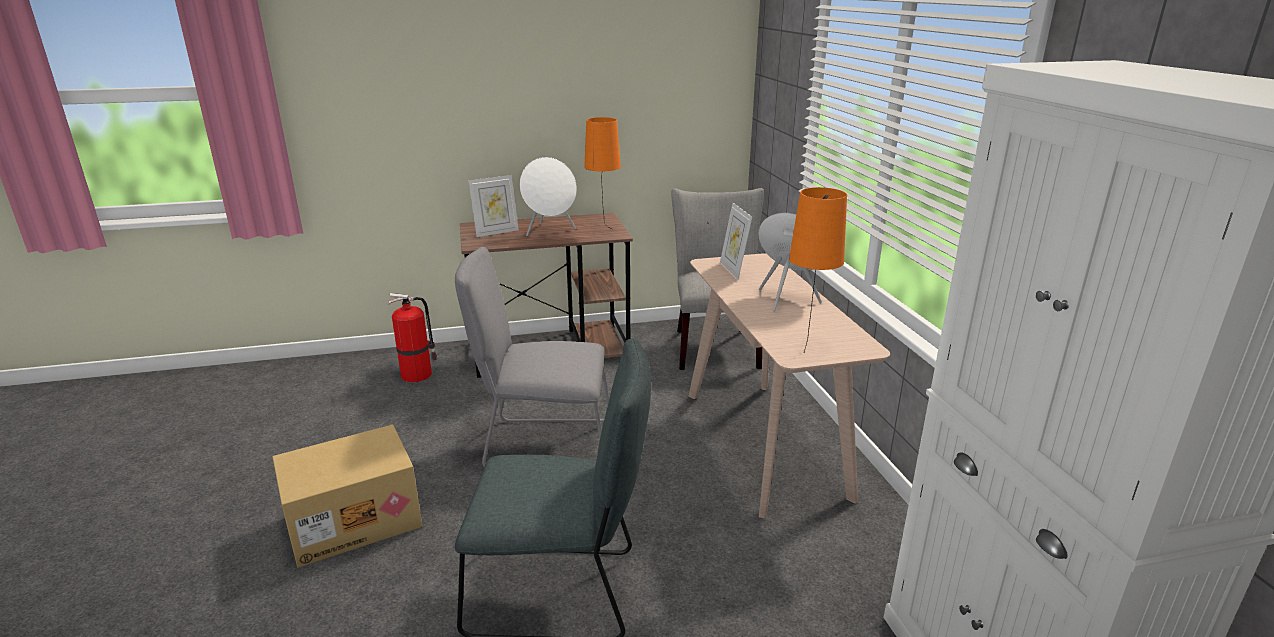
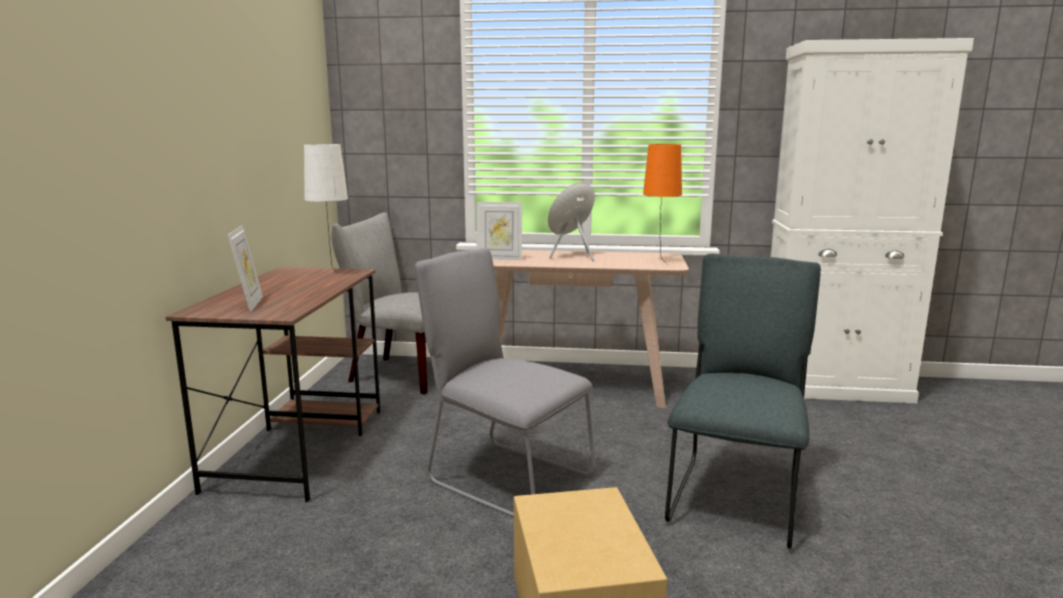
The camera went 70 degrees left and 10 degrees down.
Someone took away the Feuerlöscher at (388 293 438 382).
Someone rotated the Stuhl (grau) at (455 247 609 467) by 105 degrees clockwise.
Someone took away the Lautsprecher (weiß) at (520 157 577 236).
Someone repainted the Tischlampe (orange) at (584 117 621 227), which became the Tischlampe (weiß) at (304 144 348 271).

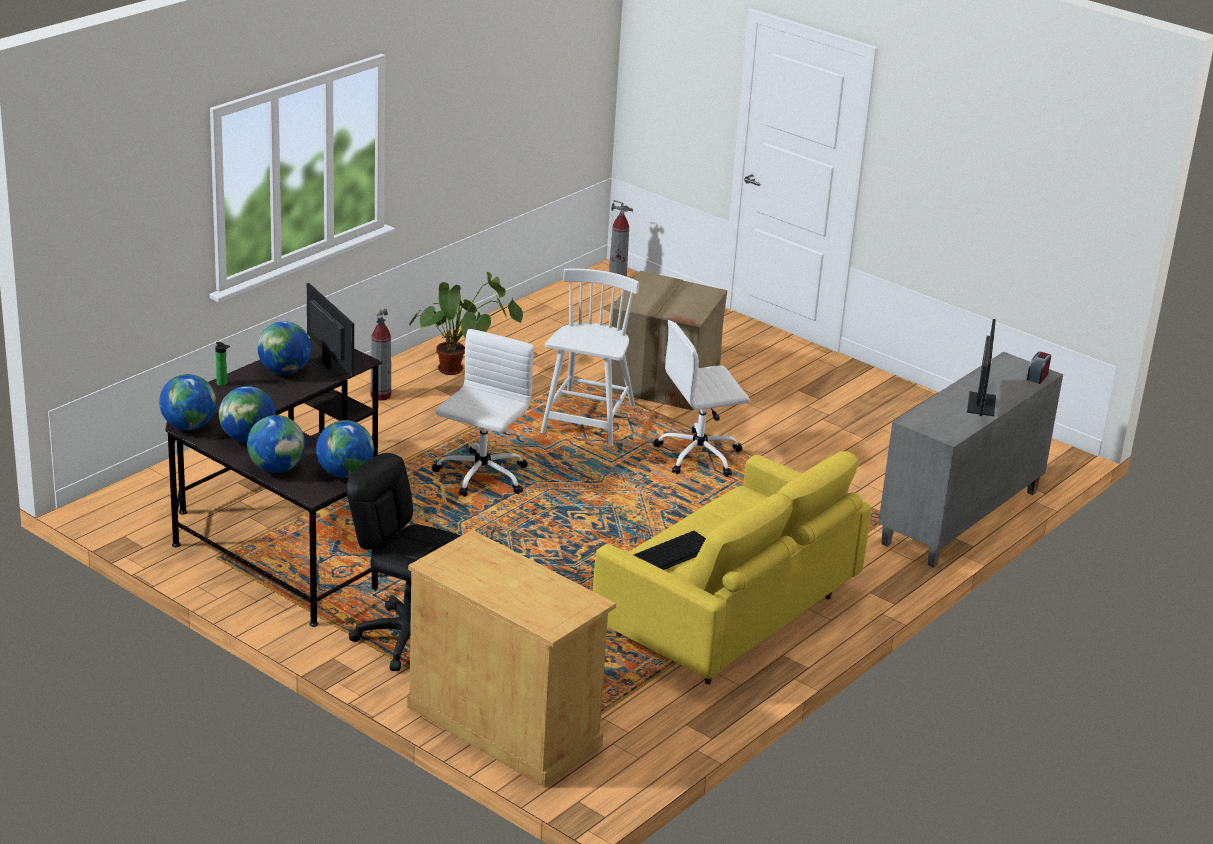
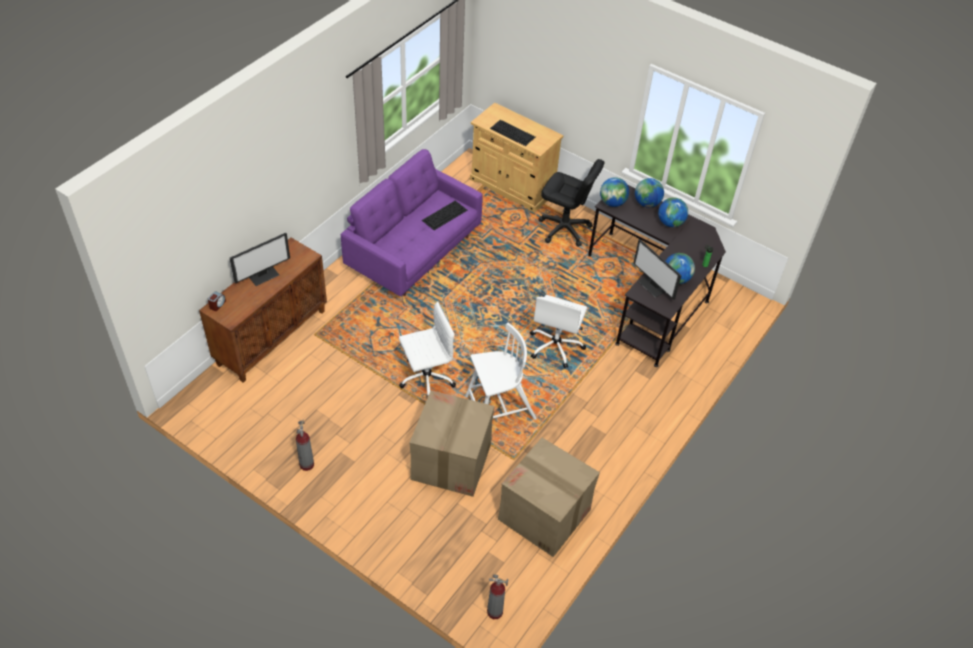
The camera went 175 degrees right and 20 degrees up.
Someone took away the Globus at (159 374 216 430).
Someone carried the Feuerlöscher from (370 309 391 401) to (296 419 314 471).
Someone took away the Topfpflanze at (409 272 523 375).
Someone rotated the Stuhl (weiß) at (541 268 639 446) by 120 degrees counterclockwise.
Someone repainted the Sofa (gelb) at (593 451 871 684), which became the Sofa (lila) at (341 149 483 296).
Someone repainted the Schrank (grau) at (878 352 1063 568), which became the Schrank (braun) at (199 238 327 383).
Someone rotated the Monitor at (967 319 996 416) by 135 degrees counterclockwise.
Someone put down the Tastatur at (490 120 535 146).
Someone put down the Karton at (498 438 600 557).

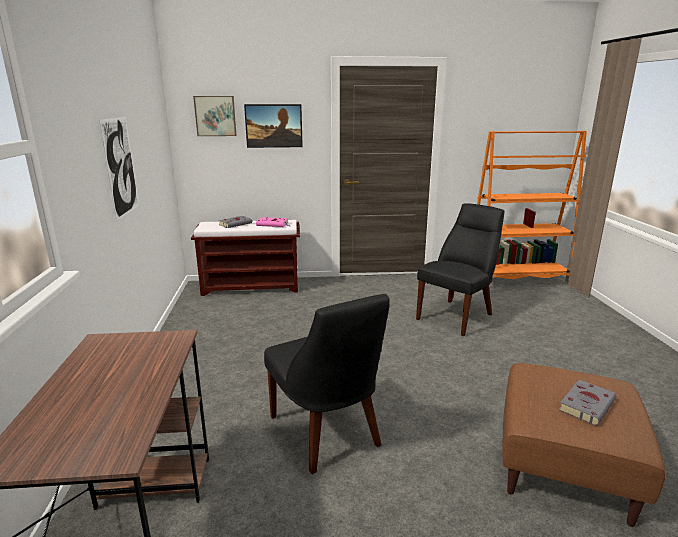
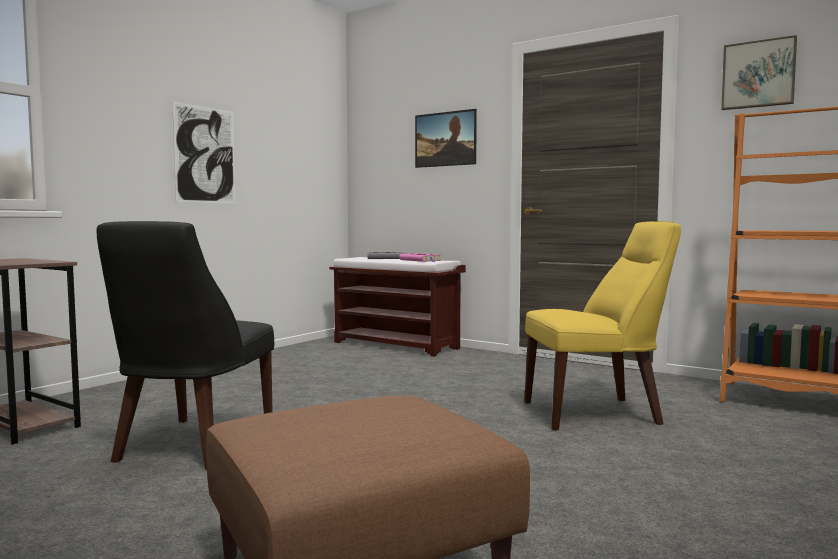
The camera went 40 degrees right and 15 degrees down.
Someone carried the Bild from (193 96 236 136) to (721 35 797 110).
Someone repainted the Stuhl (schwarz) at (416 203 504 336), which became the Stuhl (gelb) at (524 221 681 430).
Someone took away the Buch (grau) at (559 379 616 426).

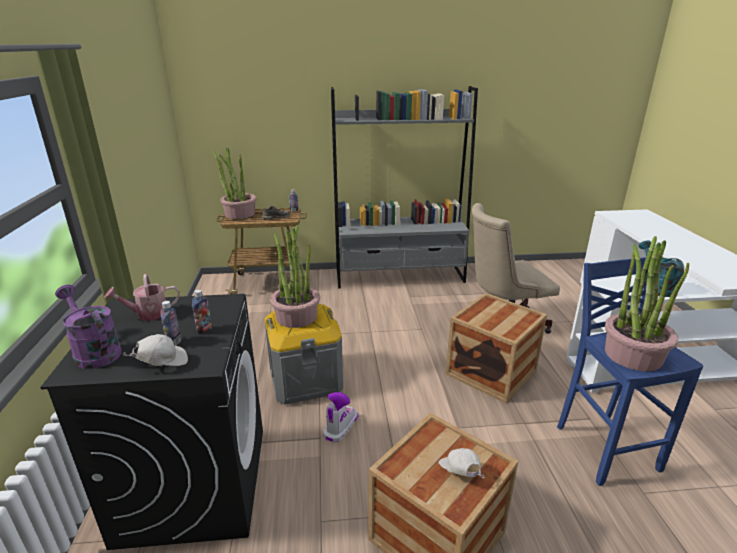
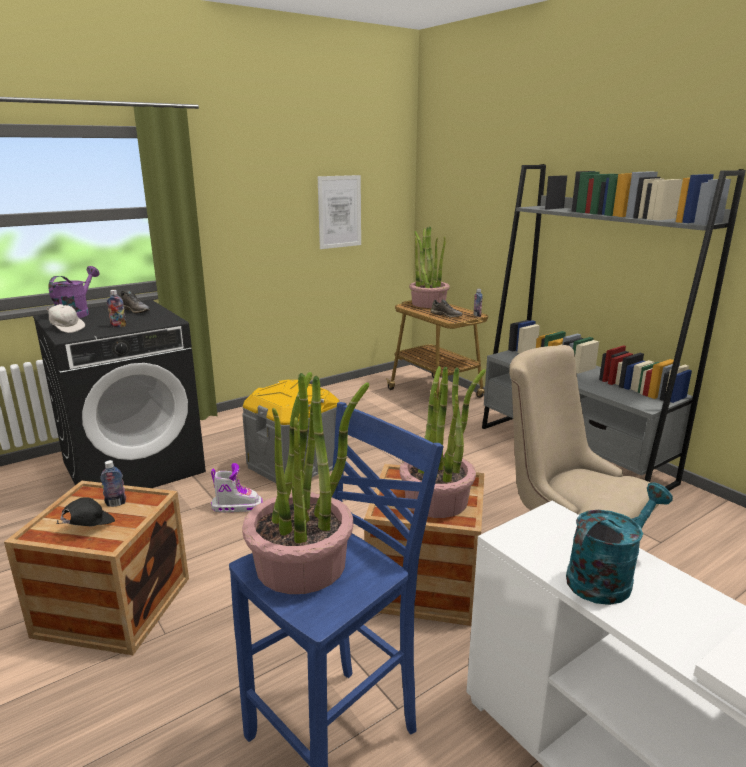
The camera went 60 degrees right and 5 degrees down.
Someone swapped the Gießkanne at (104 274 180 321) for the Schuh (grau) at (119 290 150 313).
Someone carried the Flasche from (160 301 181 346) to (100 460 126 507).
Someone carried the Topfpflanze from (270 225 320 328) to (400 366 486 518).
Someone repainted the Kappe (weiß) at (438 448 485 478), which became the Kappe (schwarz) at (56 497 115 526).
Someone put up the Bild at (318 175 361 249).

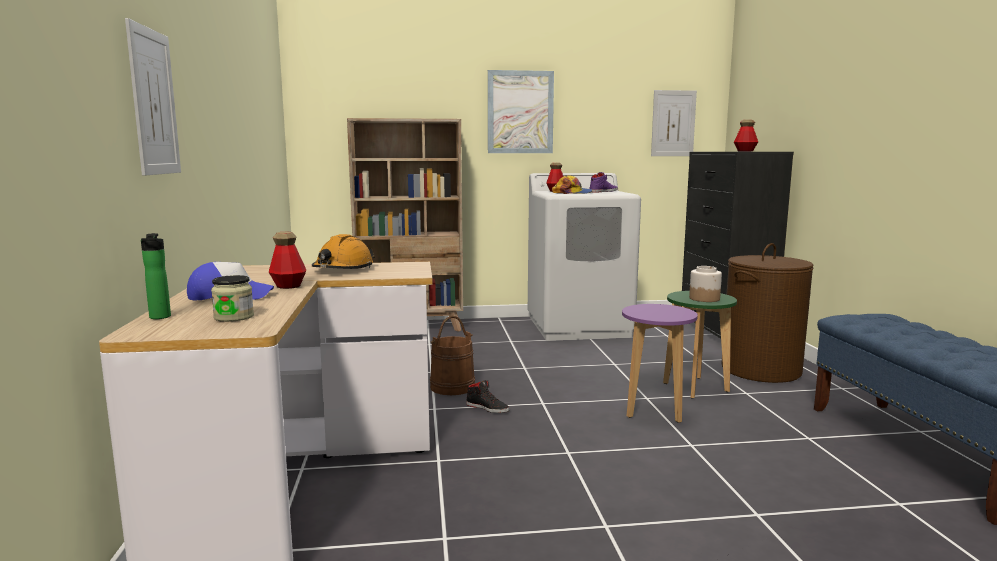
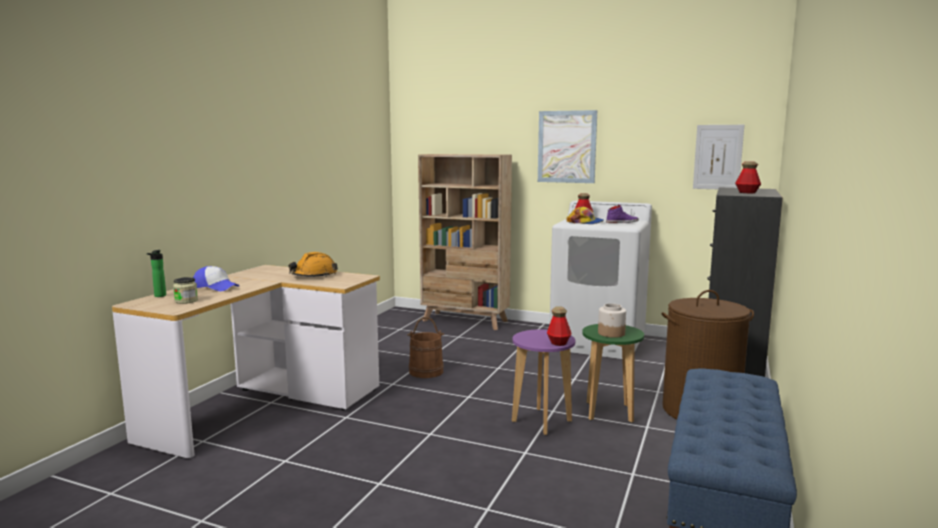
The camera went 30 degrees right and 0 degrees up.
Someone took away the Bild at (125 18 181 176).
Someone carried the Flasche from (269 232 306 289) to (547 306 571 346).
Someone took away the Schuh (schwarz) at (466 380 509 413).

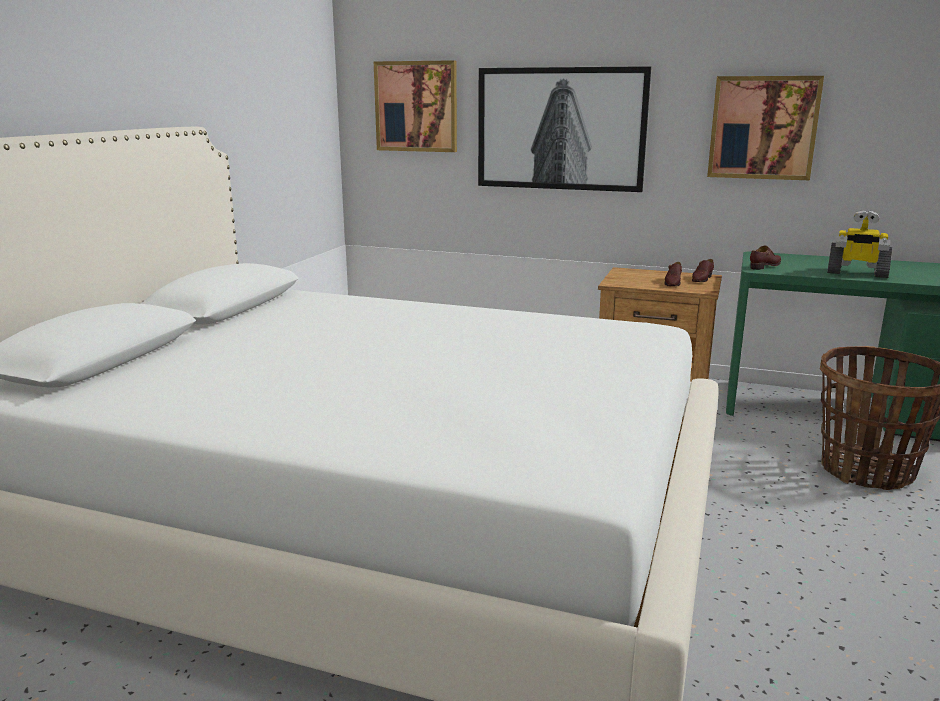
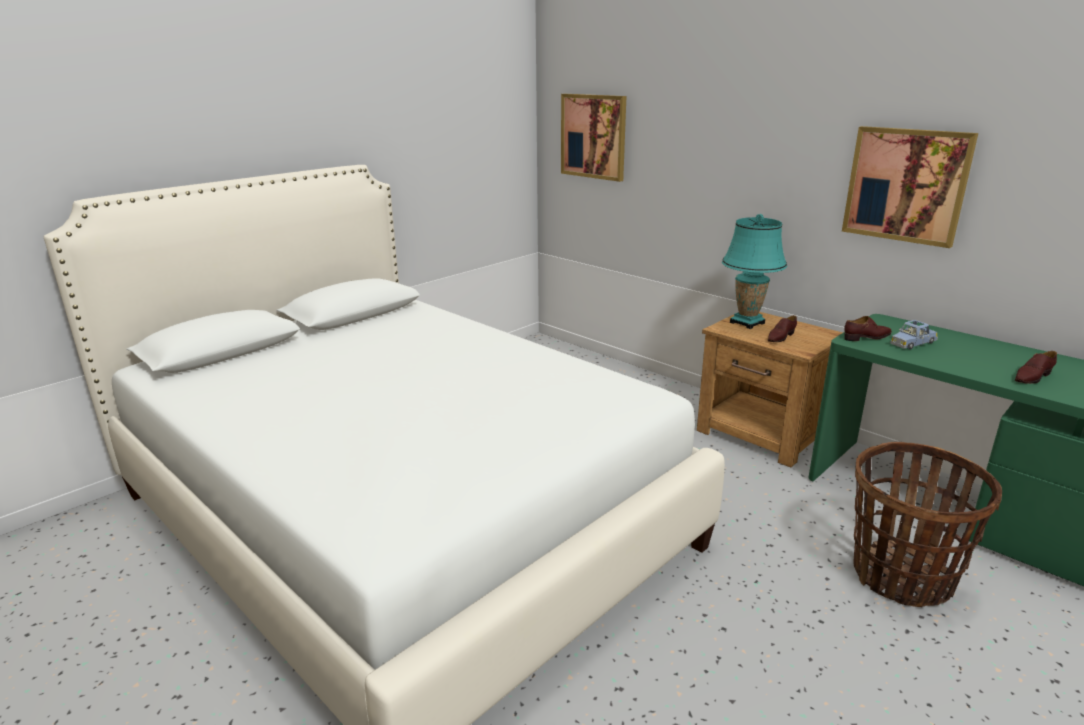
The camera went 25 degrees right and 5 degrees up.
Someone took away the Bild at (478 66 651 192).
Someone carried the Schuh (braun) from (692 259 714 282) to (1015 351 1057 384).
Someone took away the Spielzeugroboter at (827 210 892 278).
Someone put down the Tischlampe (türkis) at (722 214 787 329).
Someone put down the Spielzeugauto (blau) at (890 320 938 349).

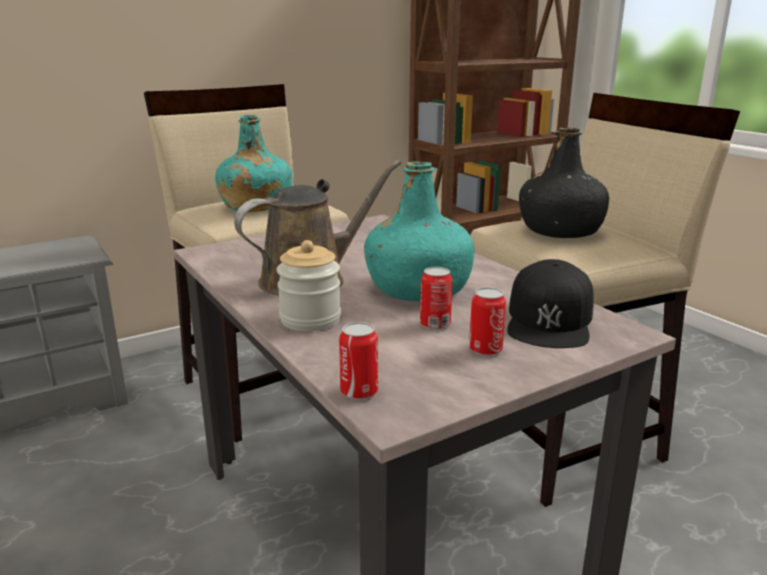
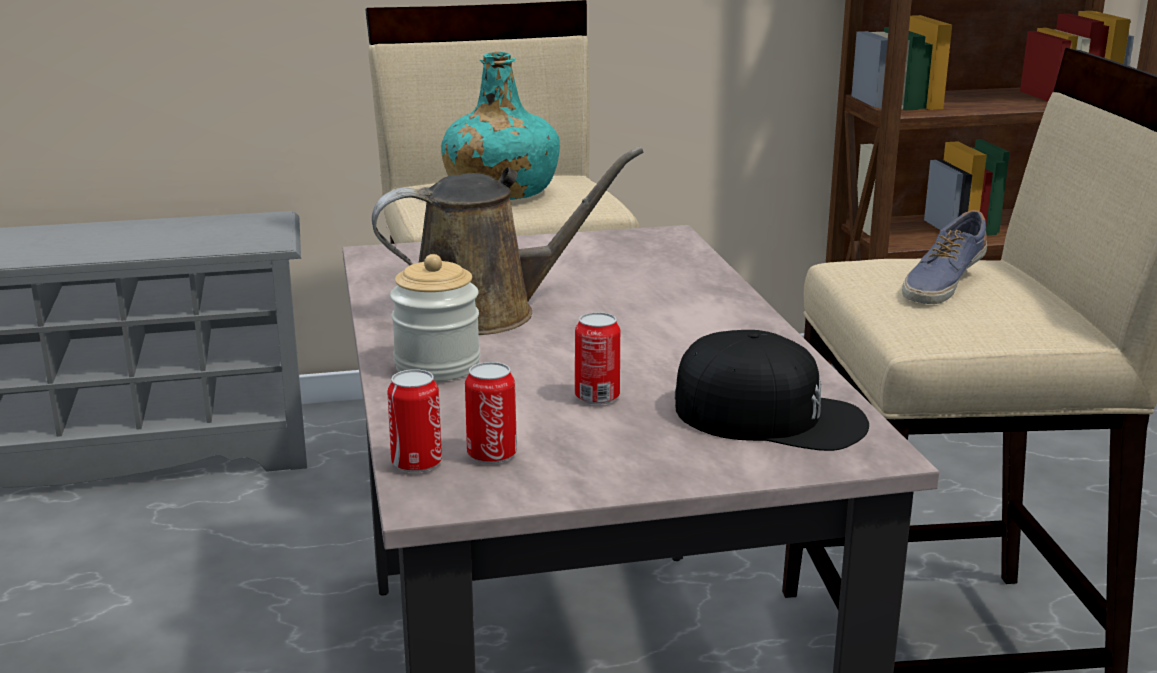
The camera went 20 degrees right and 0 degrees up.
Someone took away the Flasche (türkis) at (364 161 474 301).
Someone carried the Dose from (469 287 506 356) to (465 362 517 464).
Someone rotated the Kappe (schwarz) at (507 259 594 348) by 105 degrees counterclockwise.
Someone swapped the Flasche (schwarz) at (519 128 609 238) for the Schuh at (902 210 987 304).

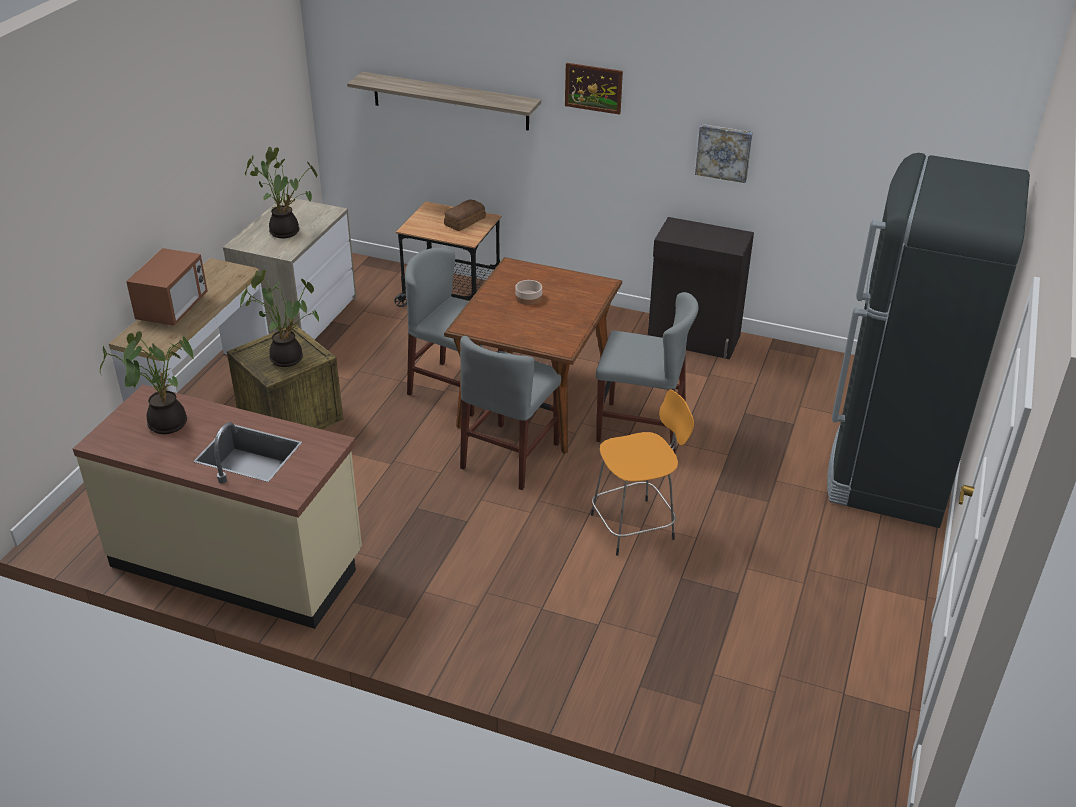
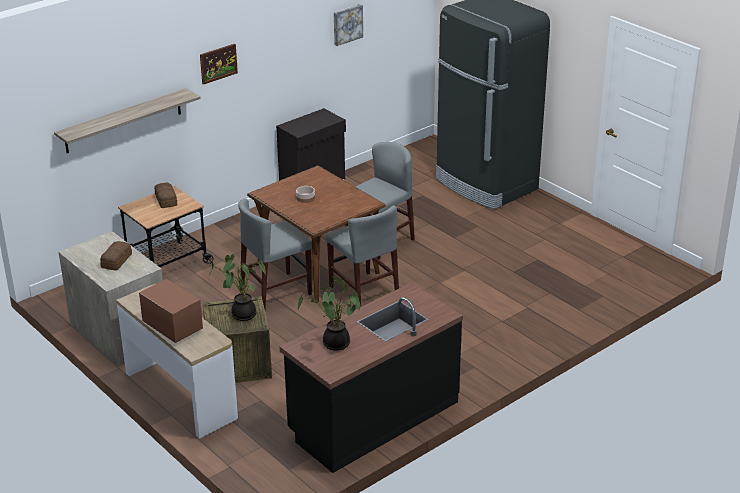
The camera went 60 degrees left and 5 degrees down.
Someone repainted the Küchenzeile (beige) at (73 385 362 629), which became the Küchenzeile (schwarz) at (279 283 463 473).
Someone swapped the Topfpflanze at (245 147 317 238) for the Brot at (100 241 132 270).
Someone took away the Hocker (orange) at (591 389 694 556).
Someone carried the Bild from (695 124 753 183) to (334 4 363 46).

